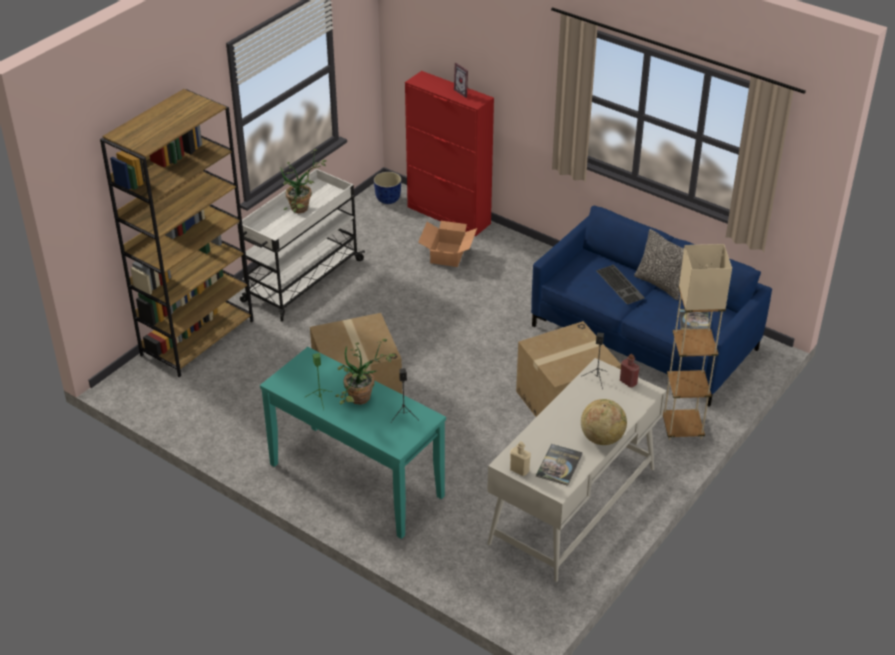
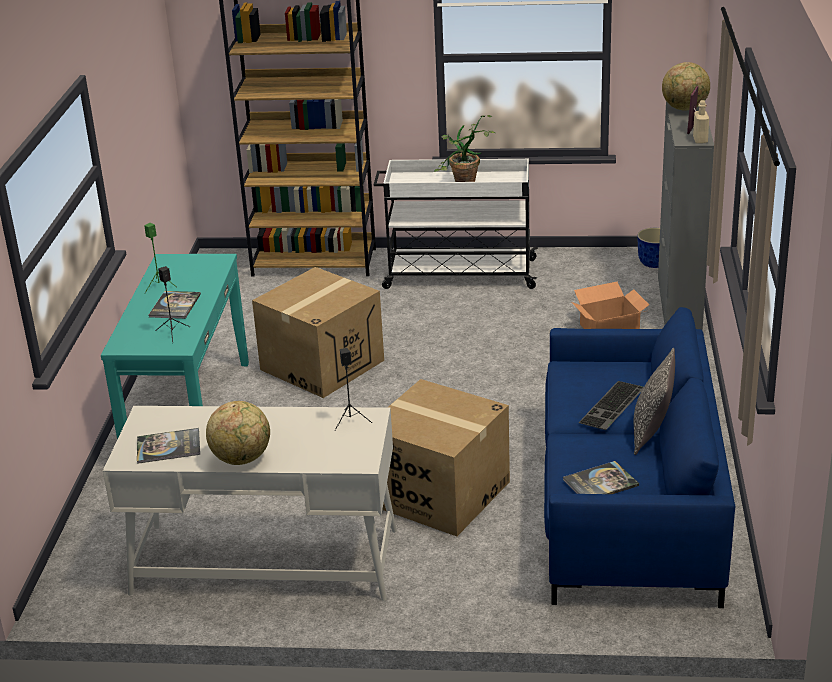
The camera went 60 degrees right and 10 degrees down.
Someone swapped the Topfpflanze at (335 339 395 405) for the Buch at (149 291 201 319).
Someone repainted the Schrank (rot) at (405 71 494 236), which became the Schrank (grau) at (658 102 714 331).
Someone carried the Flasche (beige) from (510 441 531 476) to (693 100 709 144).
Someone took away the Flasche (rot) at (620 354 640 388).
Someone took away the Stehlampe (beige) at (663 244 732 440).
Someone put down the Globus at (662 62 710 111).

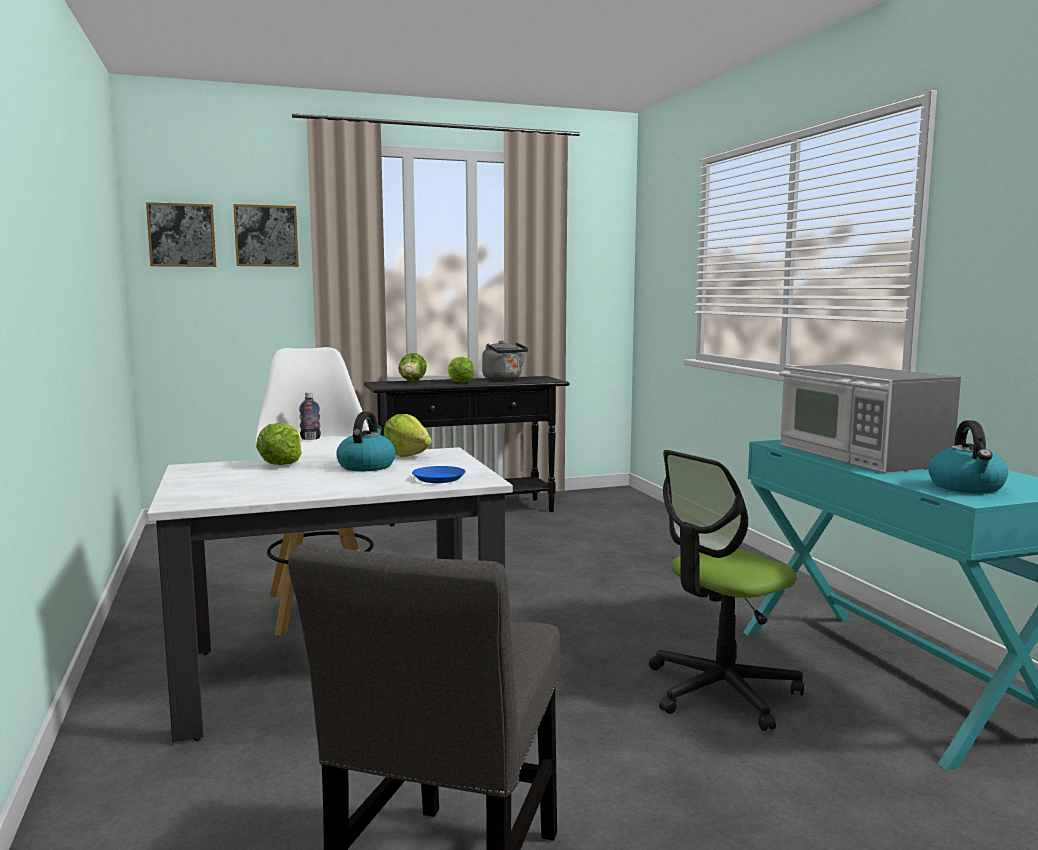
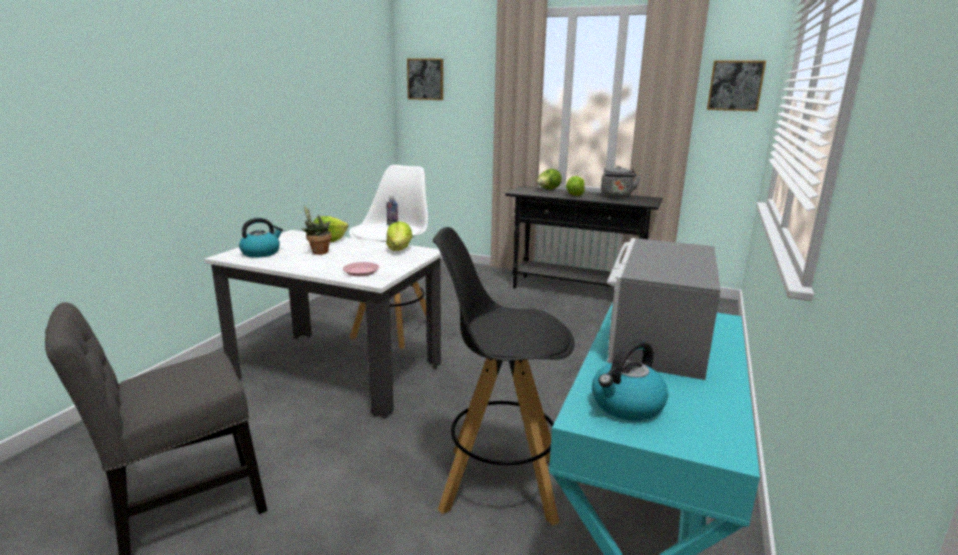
The camera went 40 degrees right and 10 degrees up.
Someone carried the Bild from (233 204 299 267) to (707 61 766 111).
Someone carried the Wasserkessel from (336 411 396 471) to (239 218 283 258).
Someone repainted the Teller (blau) at (412 466 466 483), which became the Teller (rosa) at (343 262 379 276).
Someone swapped the Bürostuhl at (649 450 804 731) for the Hocker (schwarz) at (432 227 575 526).
Someone put down the Topfpflanze at (301 204 332 255).

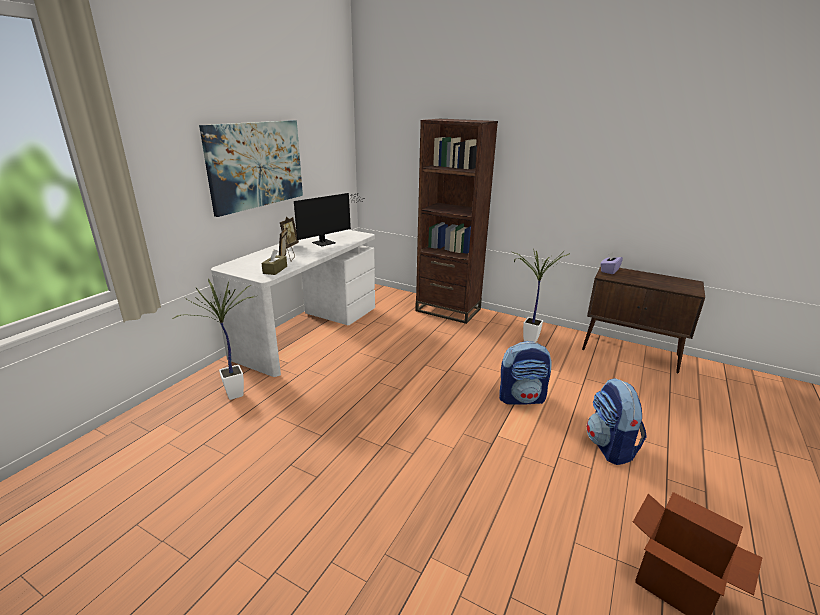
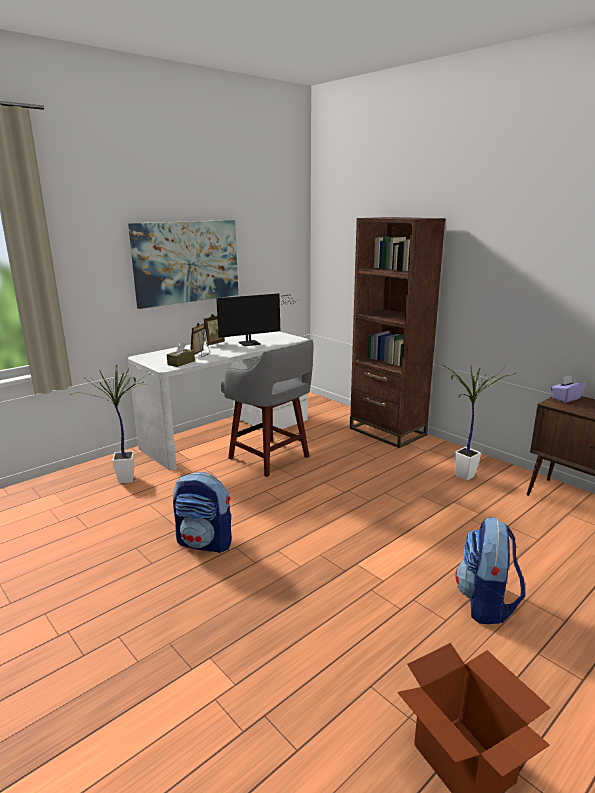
The camera went 20 degrees right and 5 degrees down.
Someone carried the Rucksack from (499 341 552 405) to (173 472 232 553).
Someone put down the Hocker (grau) at (221 340 314 477).

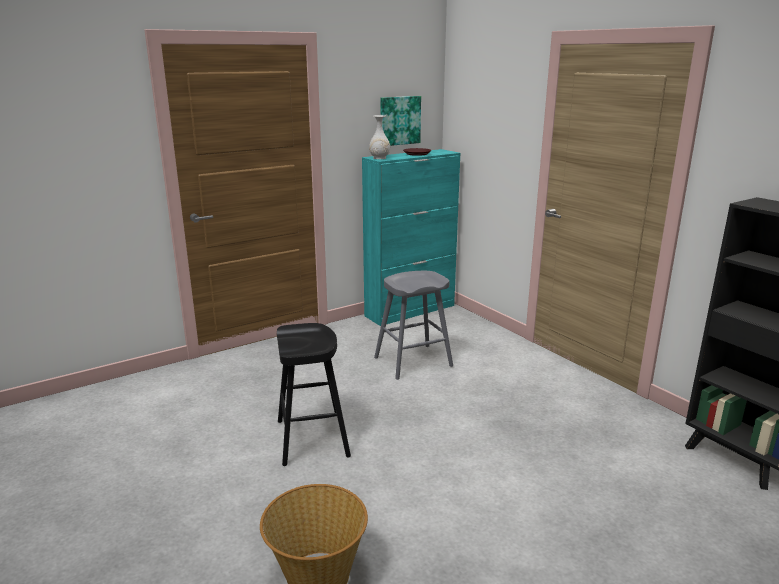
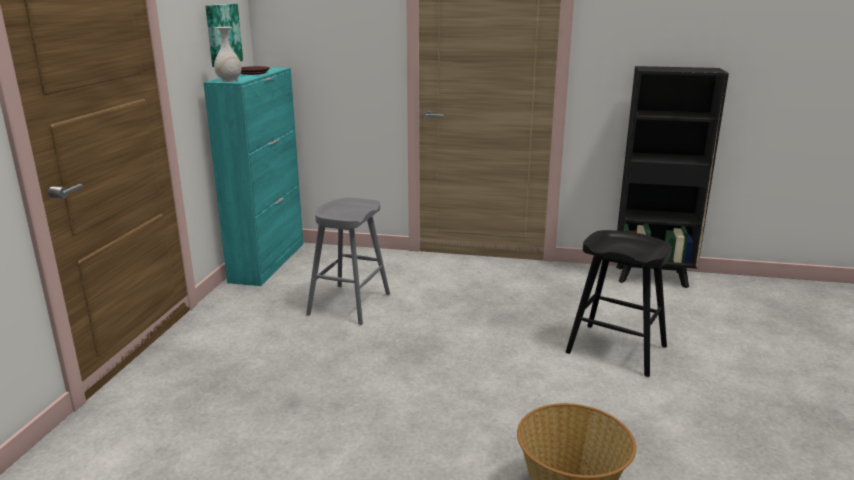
The camera went 45 degrees left and 0 degrees up.
Someone carried the Hocker (schwarz) from (277 323 351 466) to (566 230 672 377).

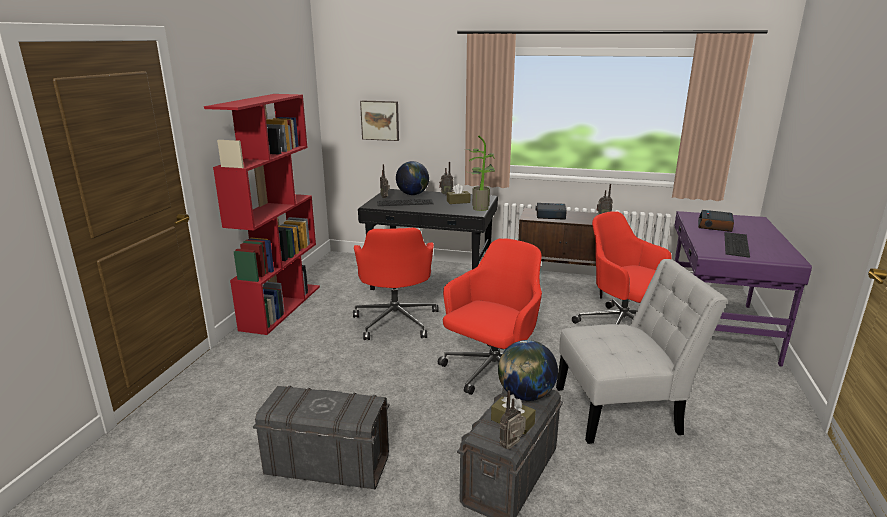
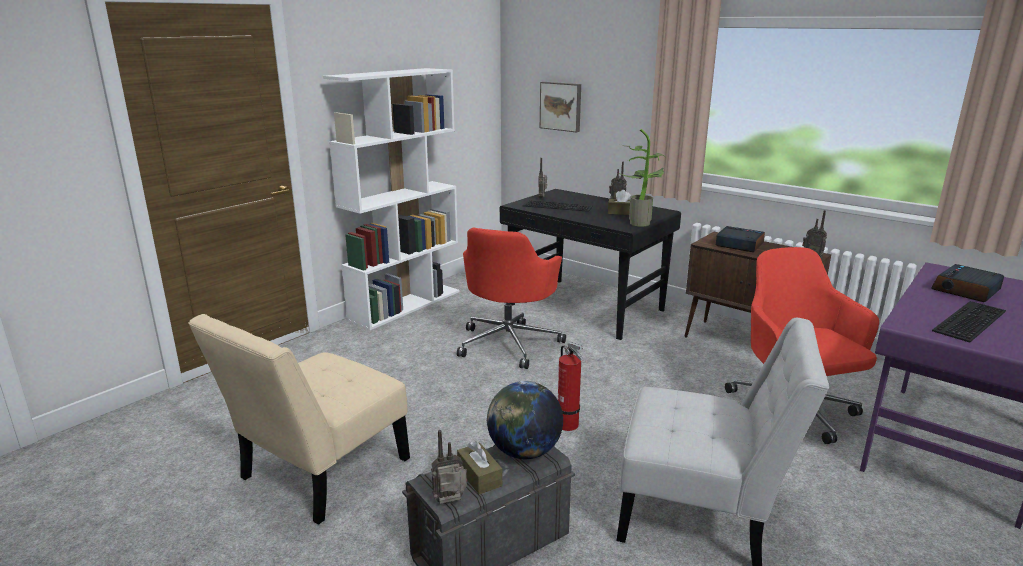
The camera went 25 degrees right and 0 degrees up.
Someone repainted the Bücherregal (rot) at (204 94 320 335), which became the Bücherregal (weiß) at (323 68 459 330).
Someone swapped the Aufbewahrungsbox (grau) at (253 386 389 489) for the Stuhl (beige) at (188 314 410 525).
Someone took away the Globus at (396 161 429 195).
Someone swapped the Bürostuhl (rot) at (438 238 542 395) for the Feuerlöscher at (558 342 583 431).

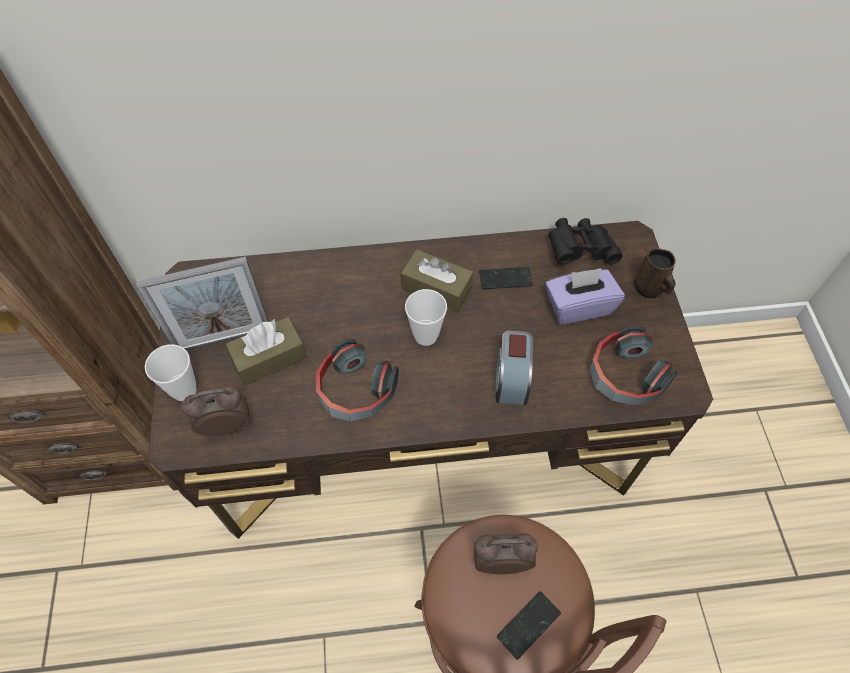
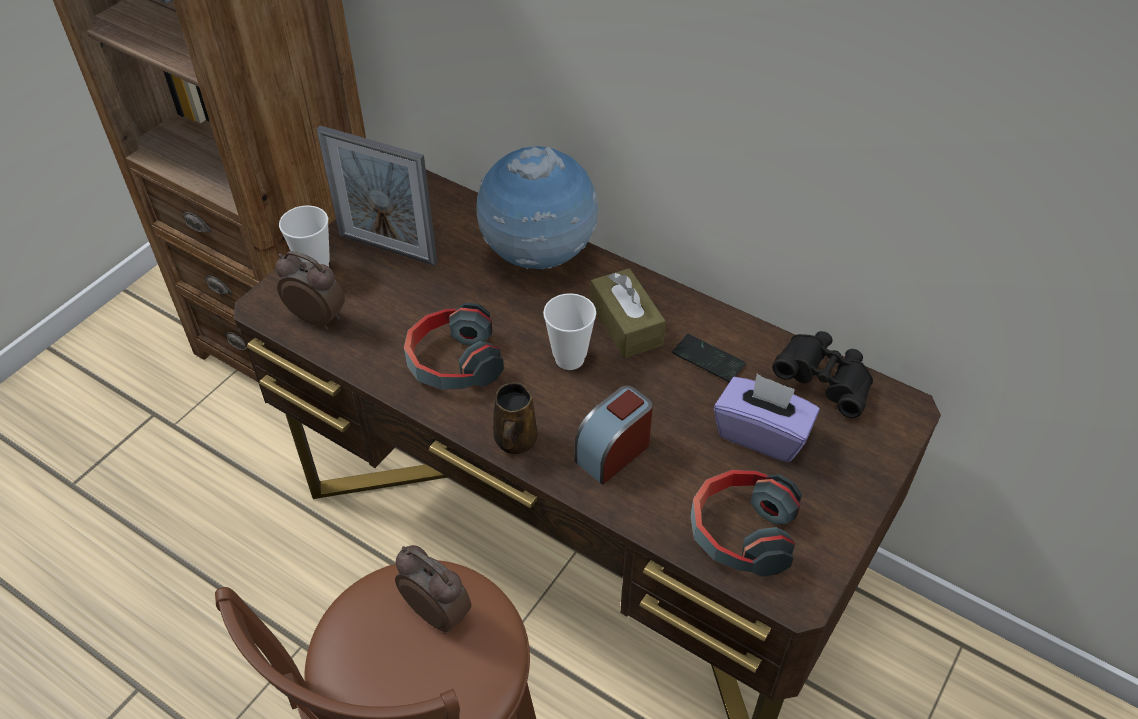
The camera went 40 degrees right and 10 degrees down.
Someone took away the Taschentuchbox (braun) at (225 317 307 386).
Someone took away the Handy at (497 592 561 659).
Someone carried the Henkelbecher (braun) from (635 248 676 298) to (493 382 537 454).
Someone put down the Globus at (476 146 598 269).

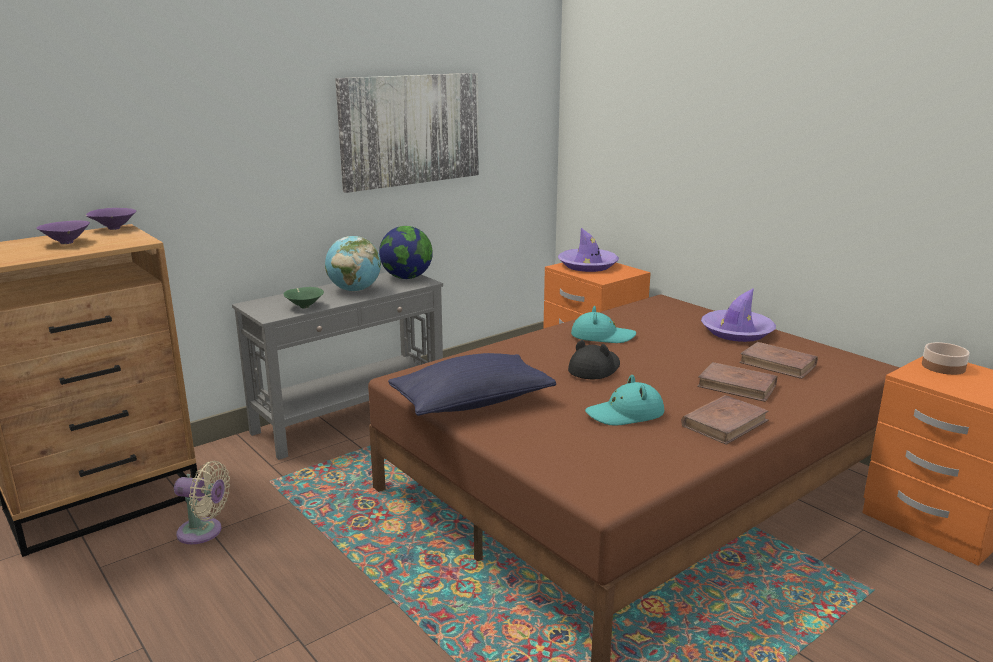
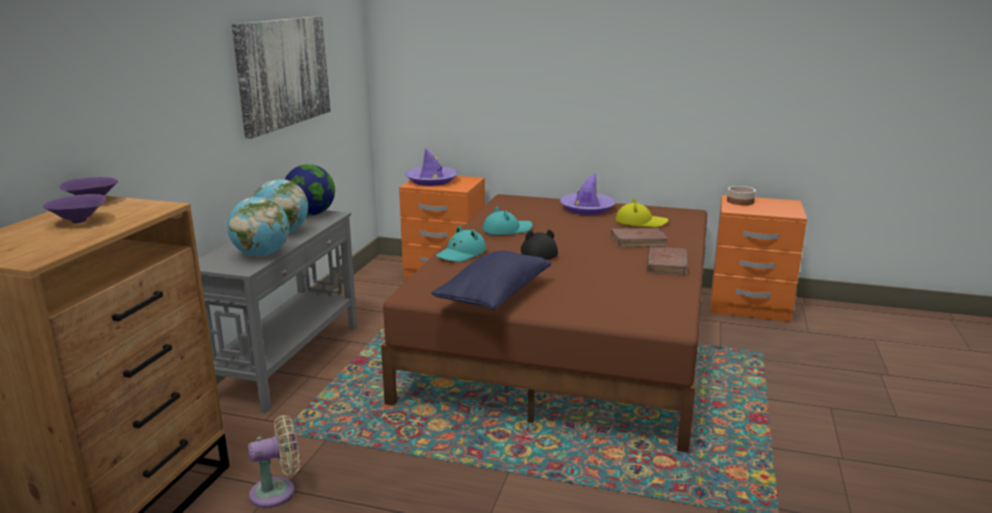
The camera went 35 degrees left and 0 degrees up.
Someone swapped the Schüssel (grün) at (284 287 324 309) for the Globus at (227 197 289 257).
Someone carried the Hut (türkis) from (585 375 664 426) to (436 225 486 262).
Someone swapped the Buch (braun) at (739 342 818 379) for the Hut (gelb) at (615 198 668 227).

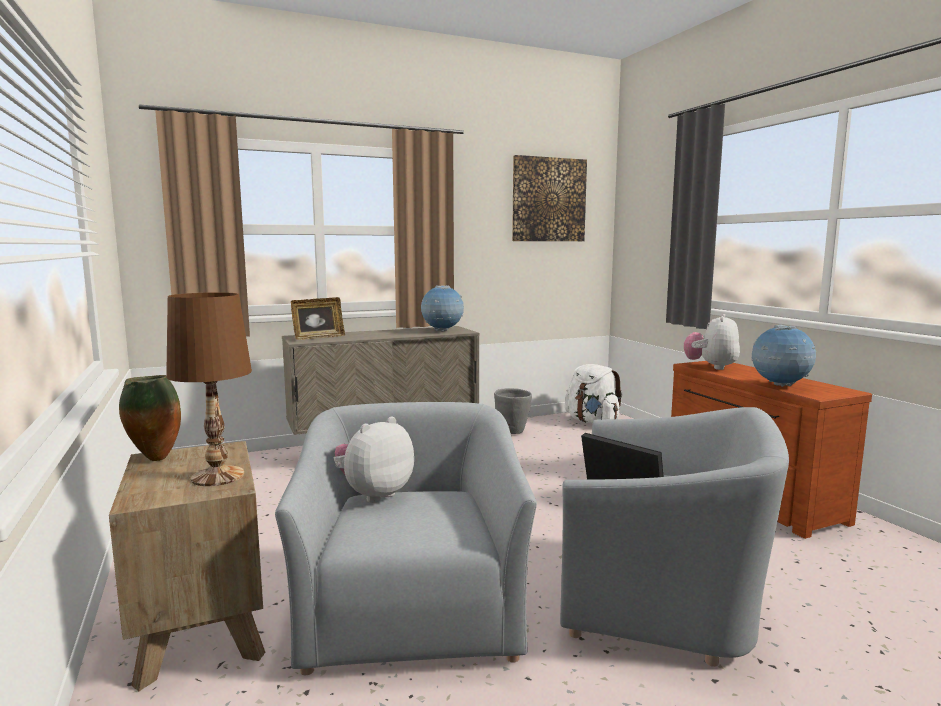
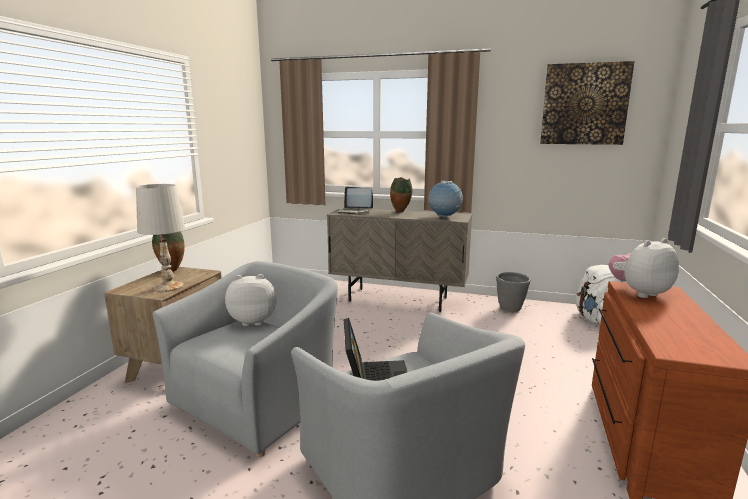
The camera went 40 degrees right and 5 degrees up.
Someone repainted the Tischlampe (braun) at (166 292 252 486), which became the Tischlampe (weiß) at (136 184 185 292).
Someone swapped the Bilderrahmen at (291 297 345 340) for the Laptop at (338 187 373 214).
Someone took away the Globus at (751 325 816 387).
Someone put down the Vase at (390 177 413 212).

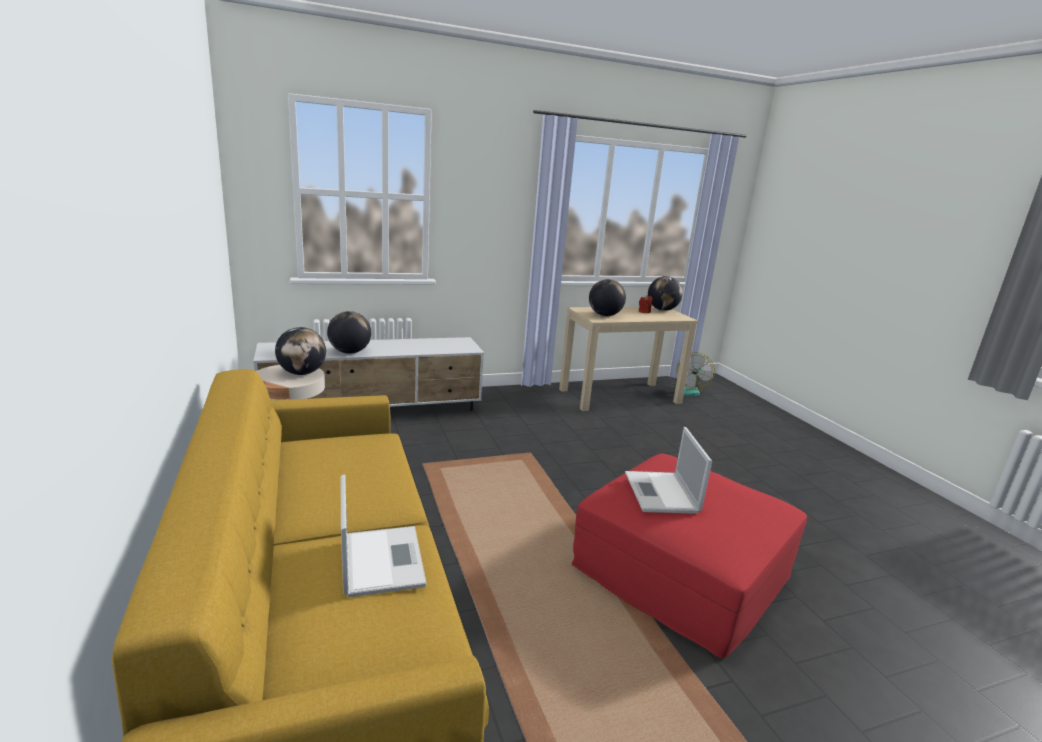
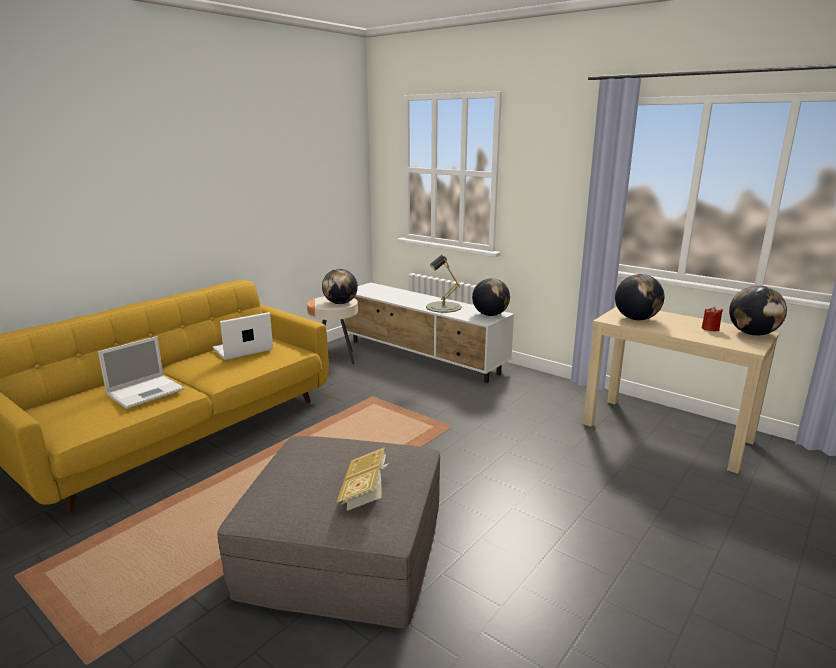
The camera went 60 degrees right and 0 degrees up.
Someone carried the Globus from (327 311 371 354) to (472 278 510 316).
Someone repainted the Polsterhocker (rot) at (572 453 807 658), which became the Polsterhocker (grau) at (218 436 440 628).
Someone carried the Laptop from (625 427 712 514) to (213 312 273 360).
Someone took away the Ventilator at (669 352 715 396).
Someone put down the Buch at (336 447 389 511).
Someone put down the Tischlampe (grau) at (426 255 462 313).

